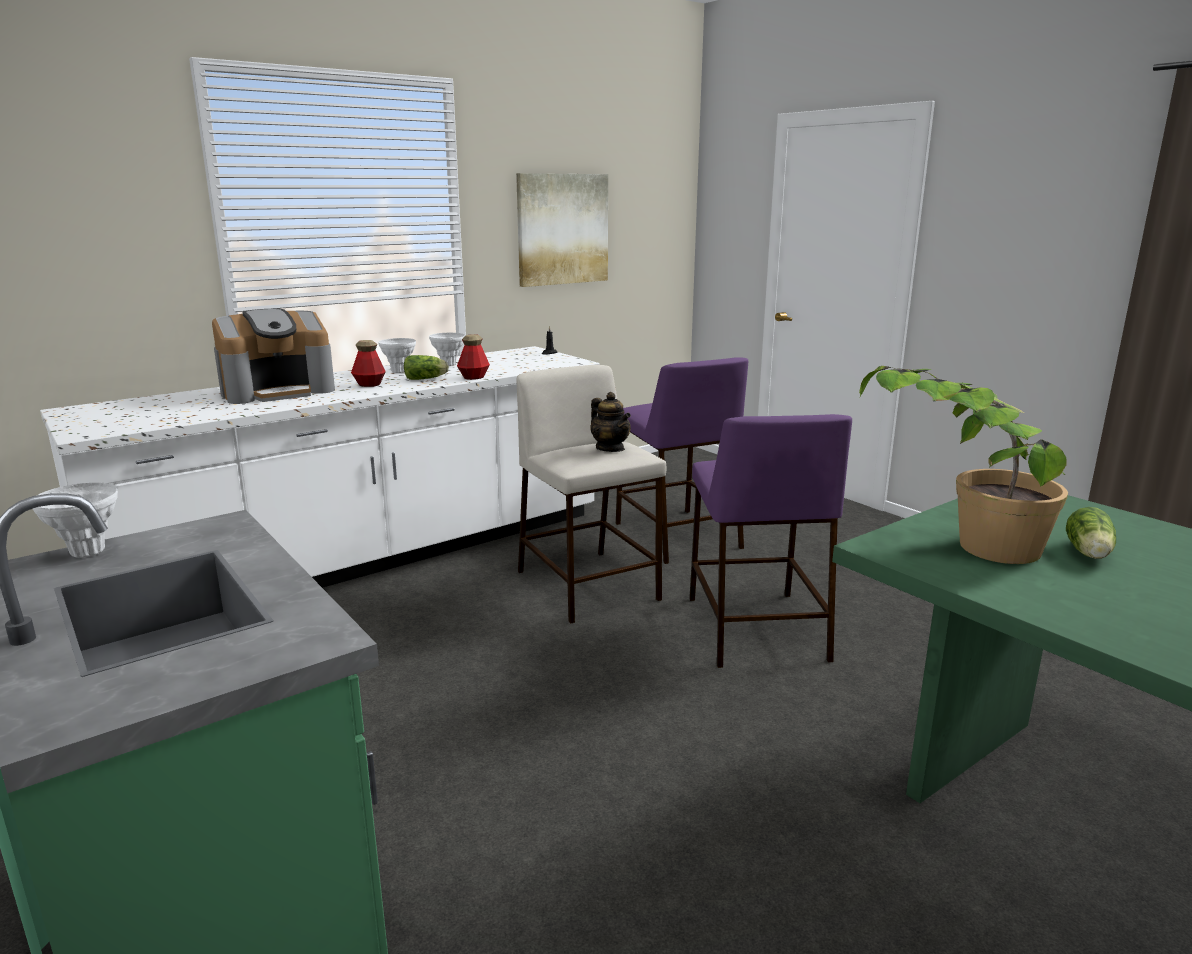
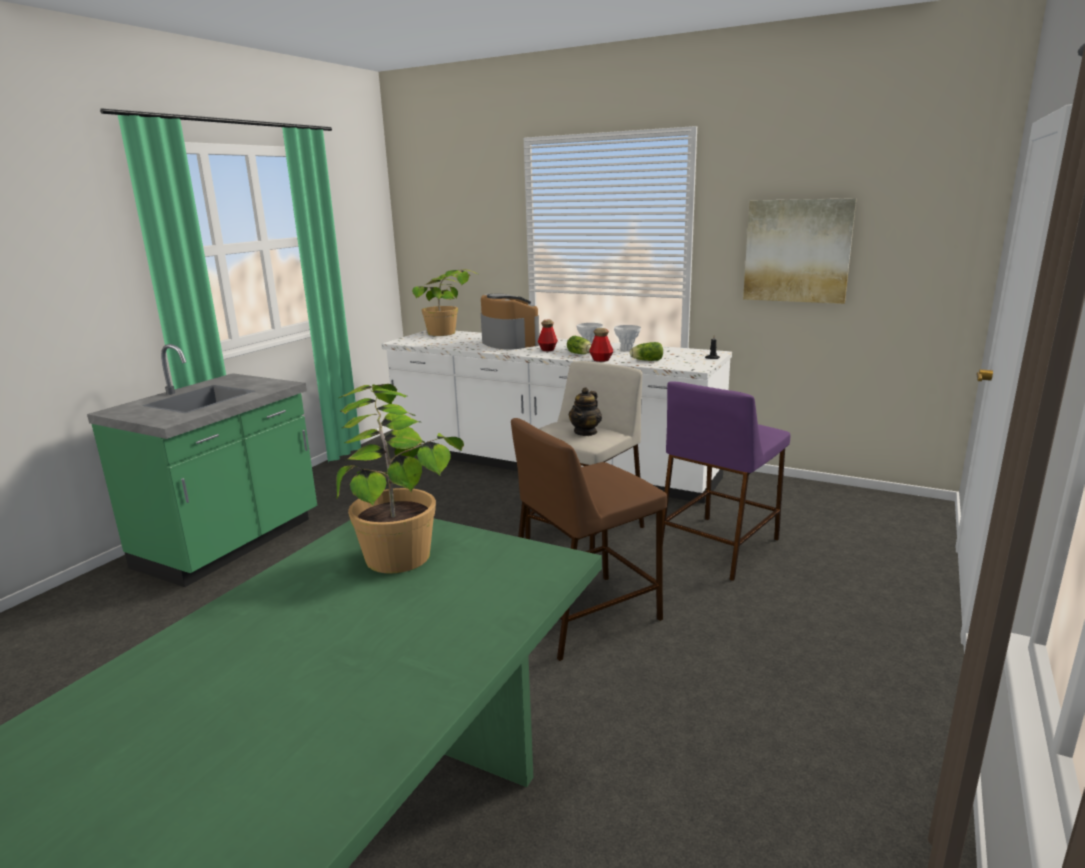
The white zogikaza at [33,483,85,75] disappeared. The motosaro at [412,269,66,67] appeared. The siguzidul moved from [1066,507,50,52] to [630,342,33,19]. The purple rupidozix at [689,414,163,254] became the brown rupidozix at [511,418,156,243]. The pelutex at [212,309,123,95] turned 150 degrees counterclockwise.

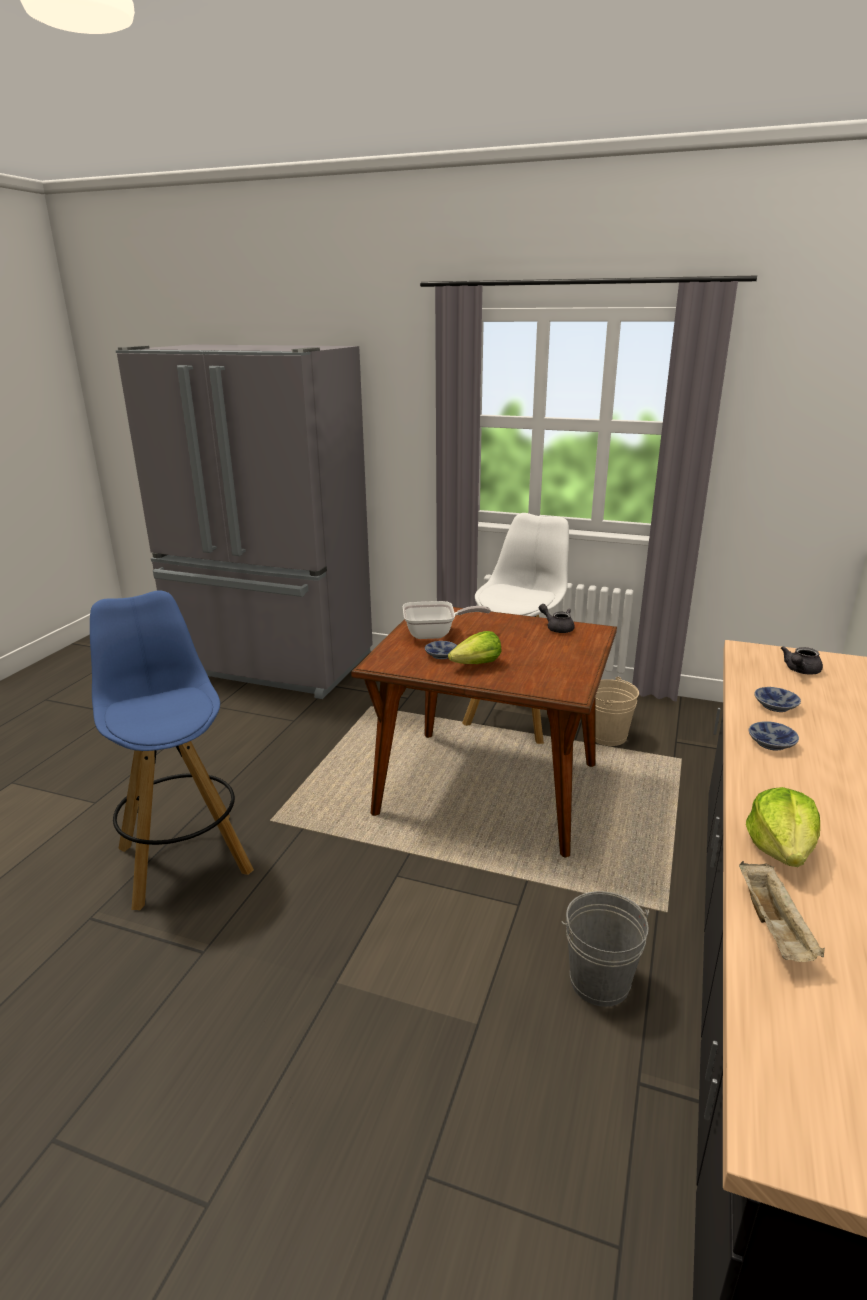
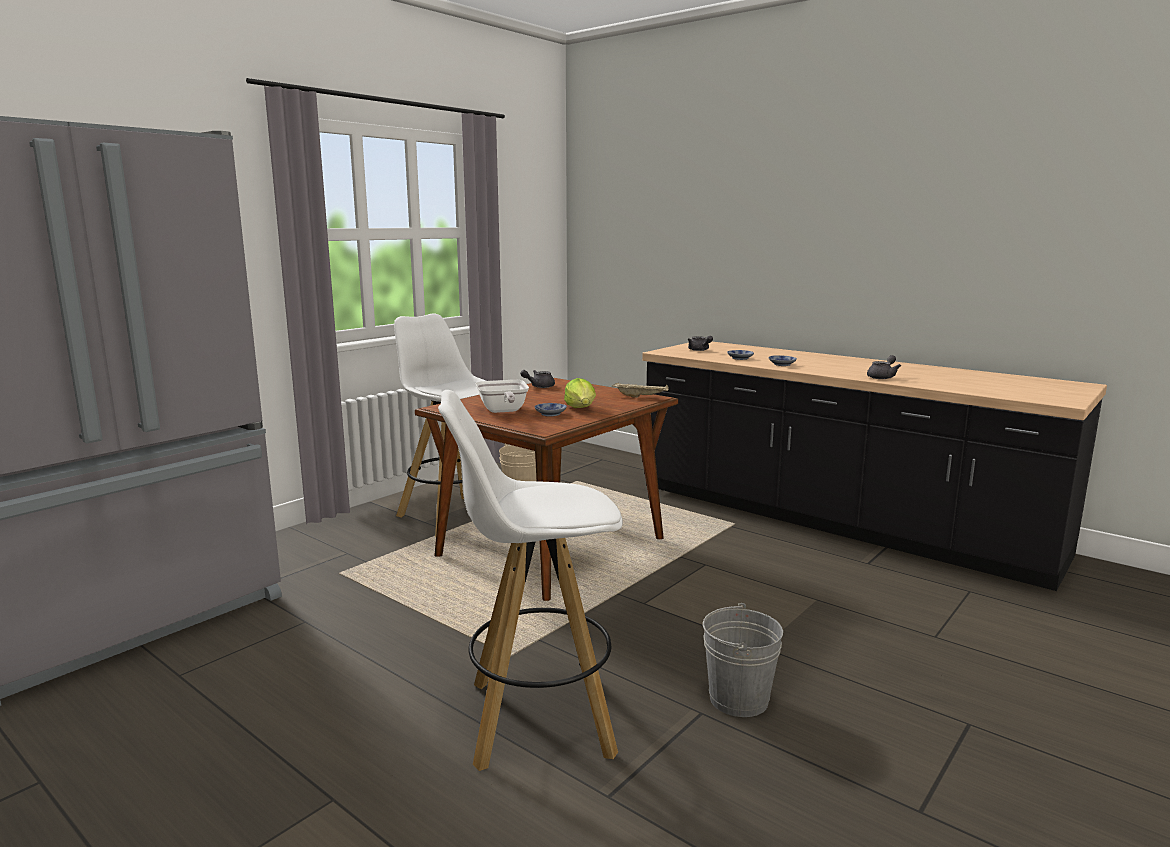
The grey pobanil moved from [561,891,88,116] to [703,603,80,114]. The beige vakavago moved from [739,861,86,101] to [612,383,57,15]. The siguzidul at [746,787,74,80] was replaced by the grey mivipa at [867,355,34,24]. The blue rupidozix at [90,590,164,320] became the white rupidozix at [438,390,185,381]. The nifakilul at [403,601,88,38] turned 150 degrees clockwise.

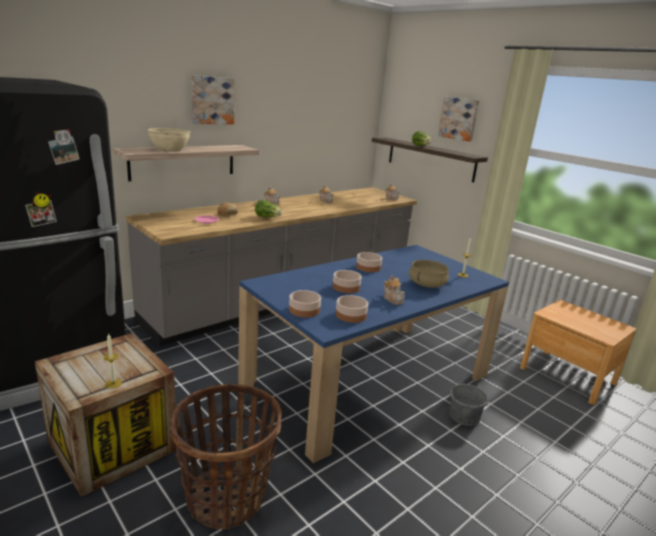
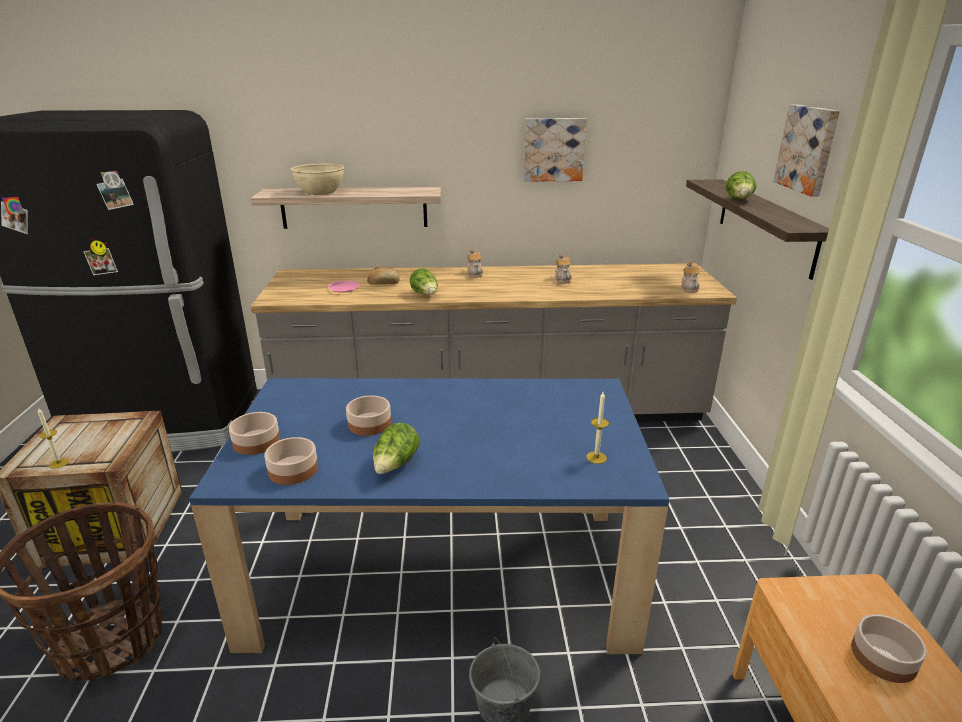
The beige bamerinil at [409,260,40,28] disappeared. The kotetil moved from [191,75,44,49] to [524,118,63,64]. The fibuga moved from [356,252,26,20] to [851,614,76,69]. The mivipa at [384,275,21,30] was replaced by the siguzidul at [373,423,47,51].

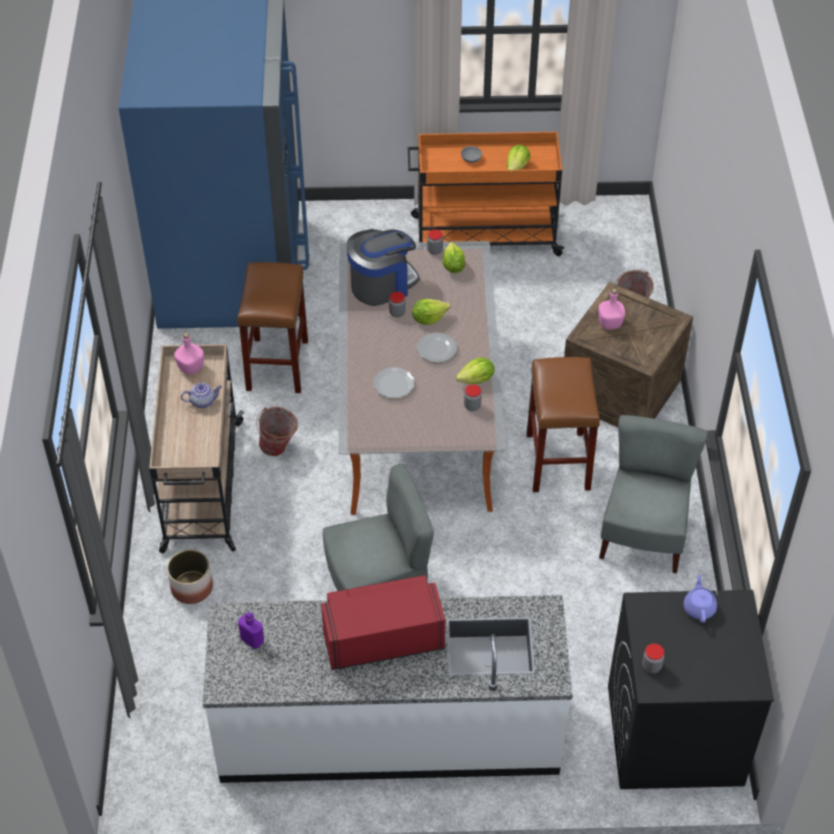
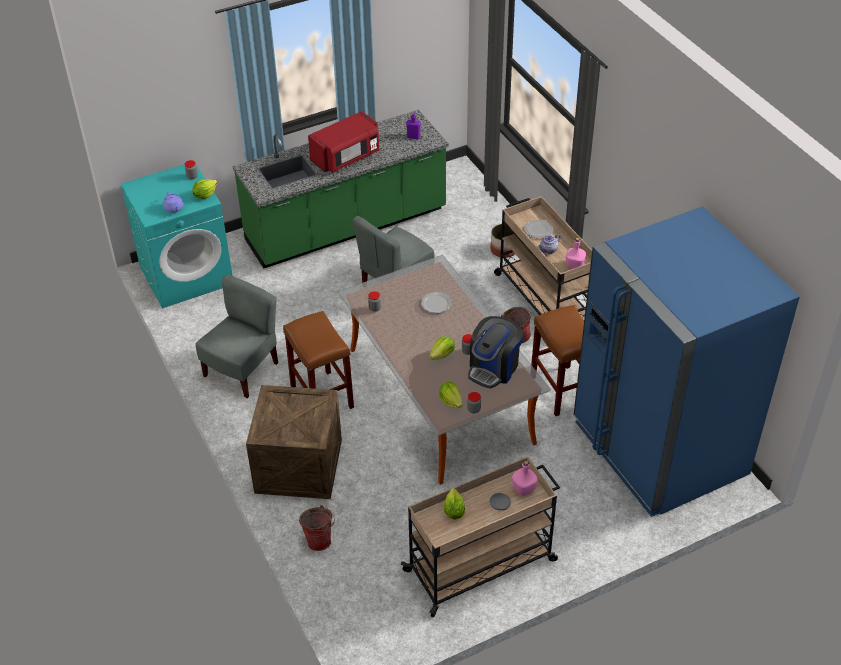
The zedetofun moved from [417,333,40,29] to [524,220,29,18]. The siguzidul moved from [456,357,39,27] to [192,179,25,20]. The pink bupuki moved from [598,289,27,40] to [512,461,25,35]. The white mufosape at [203,595,370,188] became the green mufosape at [233,110,216,159]. The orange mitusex at [408,132,157,124] became the beige mitusex at [401,456,159,161]. The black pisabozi at [608,590,166,199] became the turquoise pisabozi at [121,164,112,145]. The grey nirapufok at [599,415,109,158] turned 135 degrees counterclockwise.

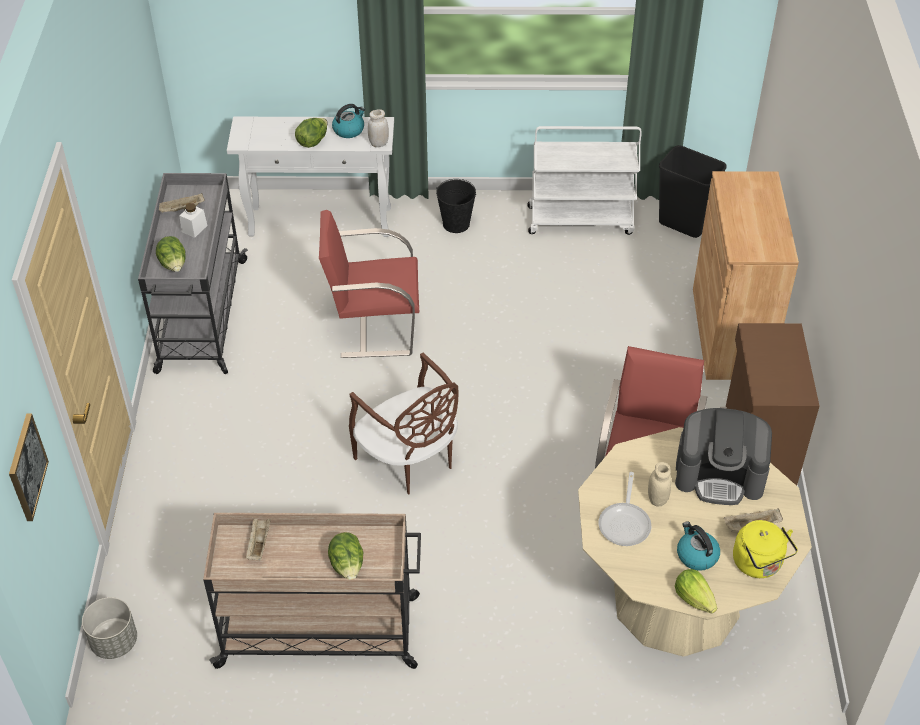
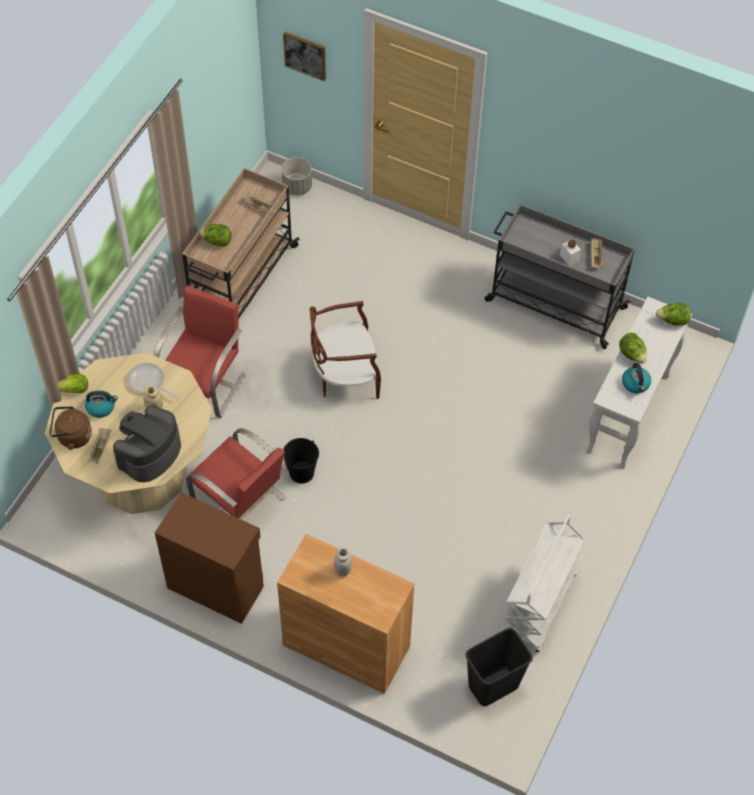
The siguzidul moved from [156,236,30,36] to [656,303,35,23]. The red nirapufok moved from [319,210,100,148] to [154,285,92,133]. The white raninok moved from [368,109,21,38] to [334,546,18,31]. The black pobanil moved from [436,179,40,54] to [283,438,36,46]. The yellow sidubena at [733,520,65,58] became the brown sidubena at [50,406,42,44].

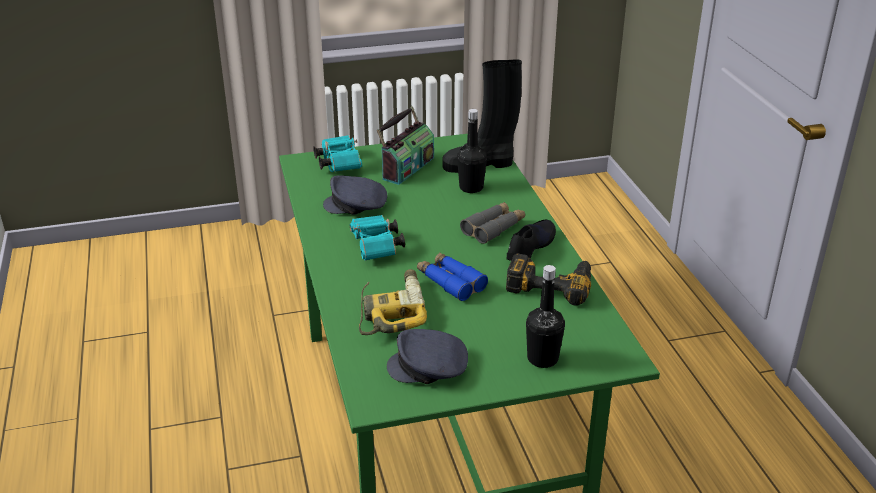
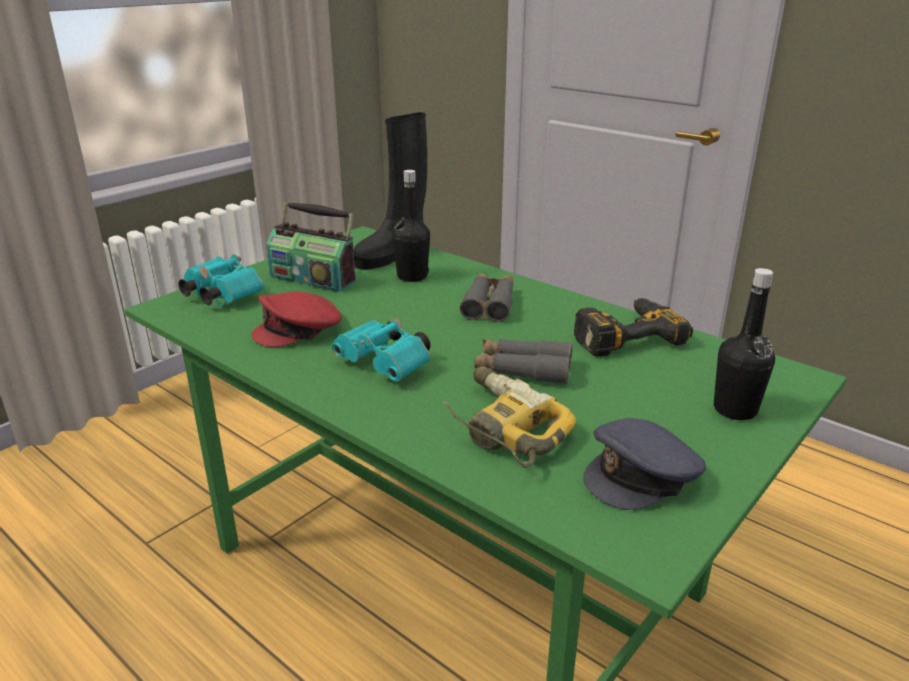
The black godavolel at [507,220,49,41] disappeared. The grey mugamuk at [323,175,64,40] became the red mugamuk at [251,292,91,55]. The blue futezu at [417,252,71,49] became the grey futezu at [474,339,98,46]. The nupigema at [377,107,57,78] turned 120 degrees clockwise.

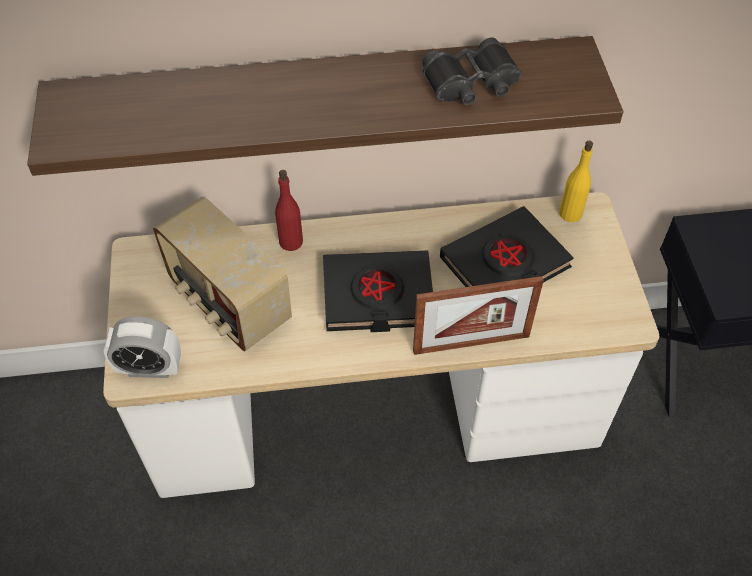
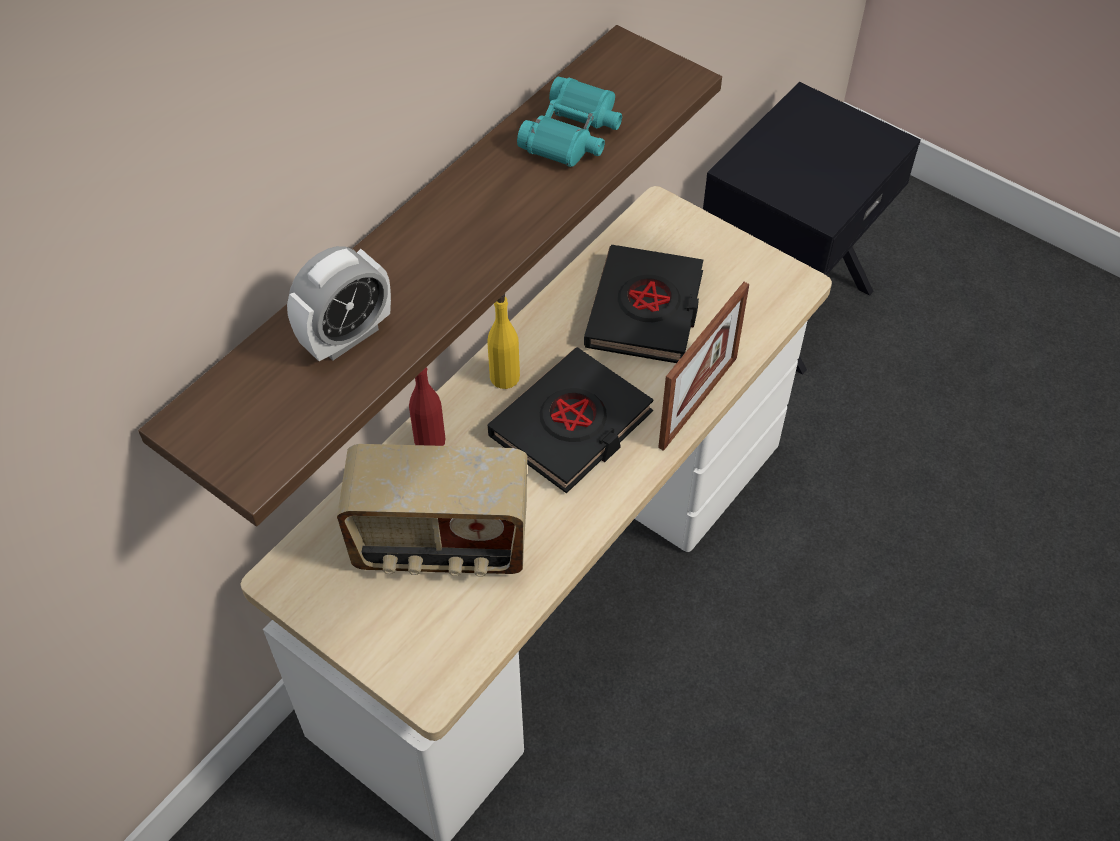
The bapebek moved from [104,316,77,62] to [287,246,104,115]. The yellow bupuki moved from [559,141,34,81] to [487,294,33,95]. The black futezu at [422,37,100,68] became the turquoise futezu at [517,77,105,90].

